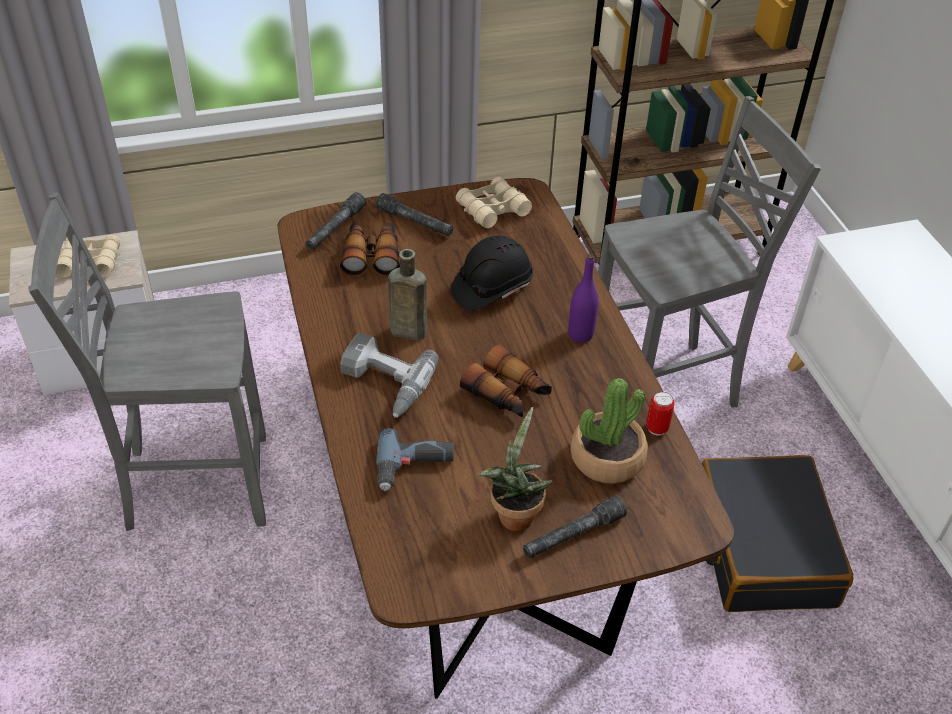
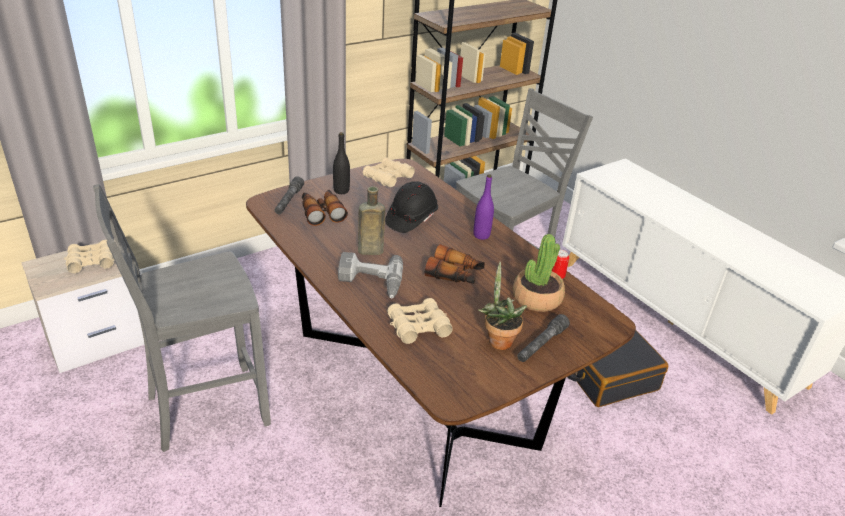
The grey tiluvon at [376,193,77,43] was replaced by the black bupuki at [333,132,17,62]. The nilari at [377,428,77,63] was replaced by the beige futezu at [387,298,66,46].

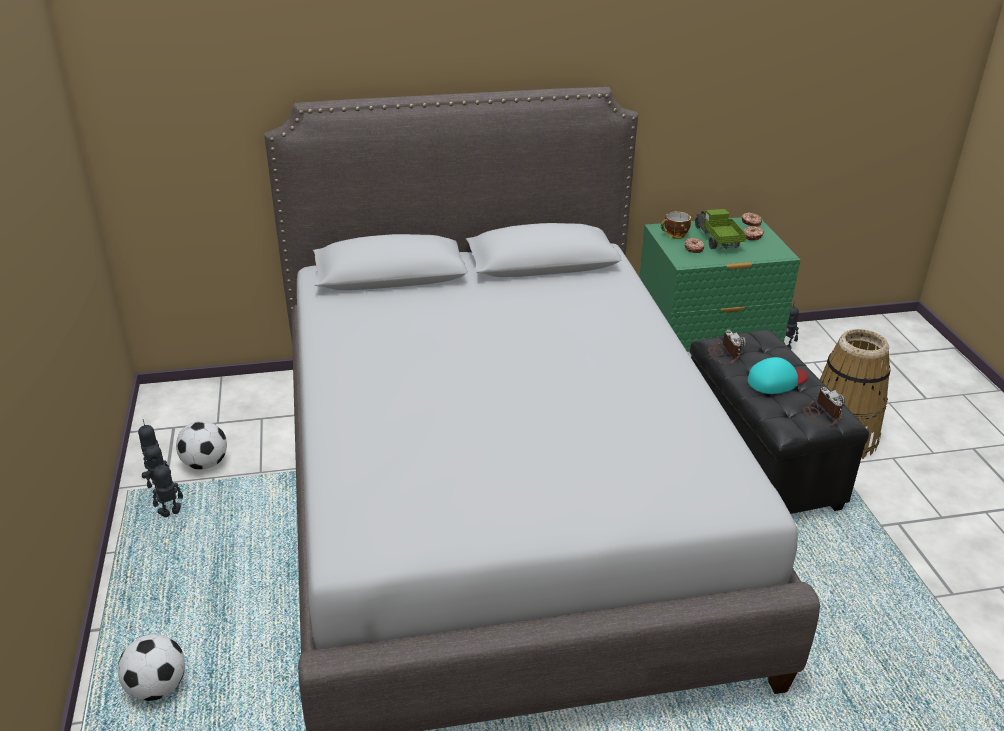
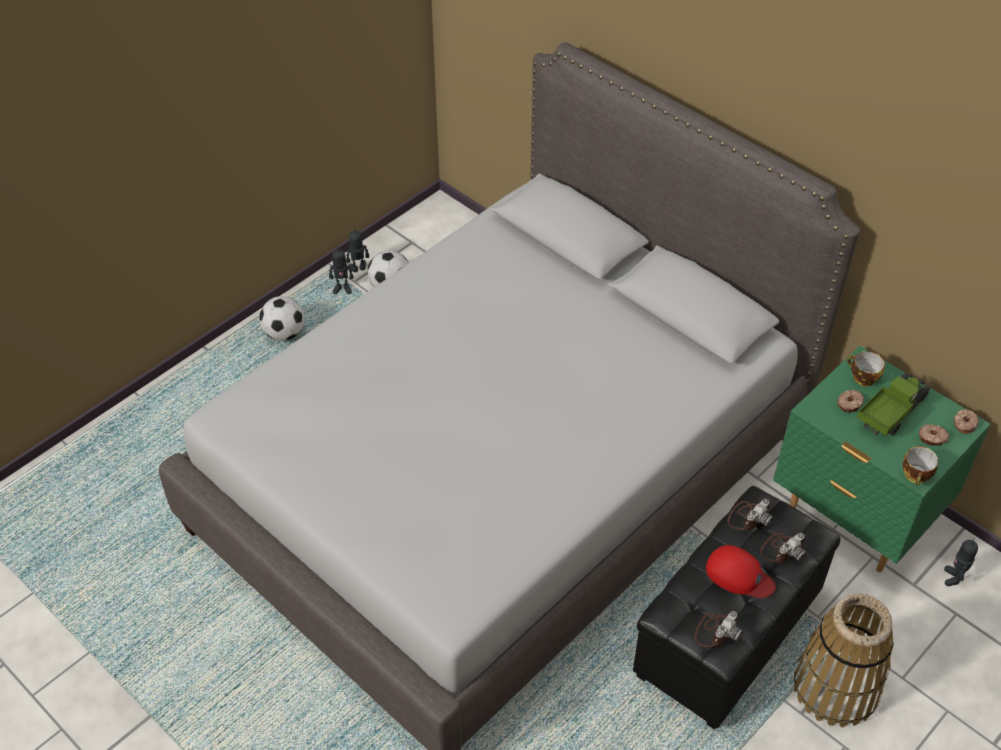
The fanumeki at [153,459,30,58] disappeared. The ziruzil at [760,533,47,31] appeared. The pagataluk at [902,446,37,39] appeared. The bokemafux moved from [118,634,67,67] to [259,296,46,45]. The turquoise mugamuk at [748,357,60,37] became the red mugamuk at [706,545,70,53].

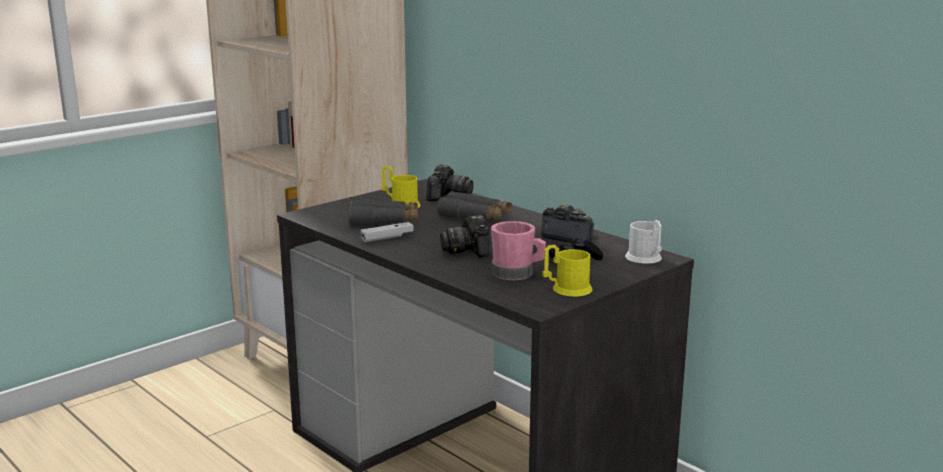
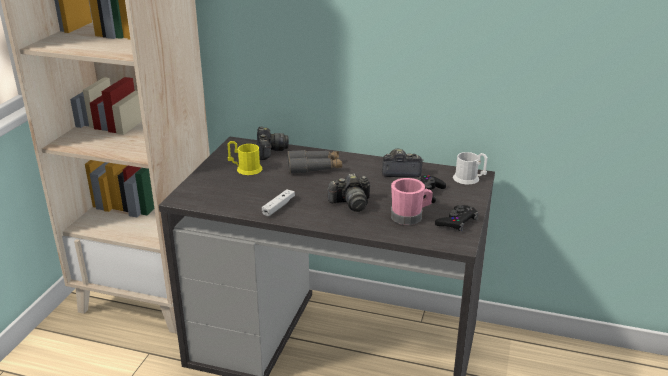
The grey futezu at [349,199,69,27] disappeared. The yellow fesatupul at [542,245,51,51] was replaced by the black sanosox at [435,205,44,27]. The ziruzil at [440,215,51,43] turned 60 degrees counterclockwise.

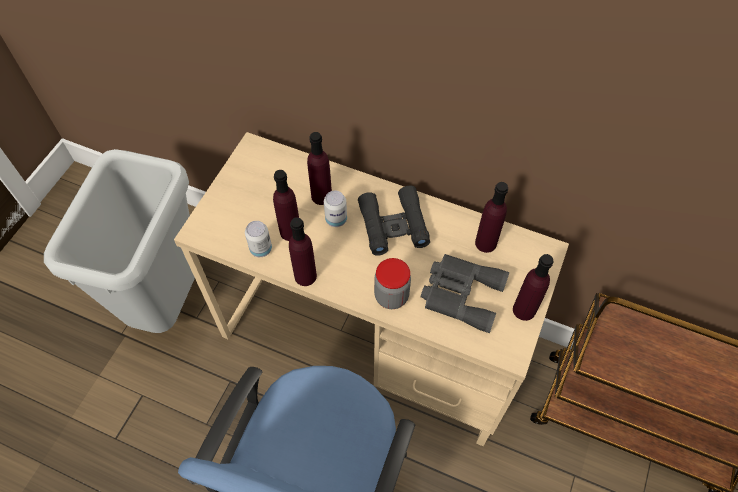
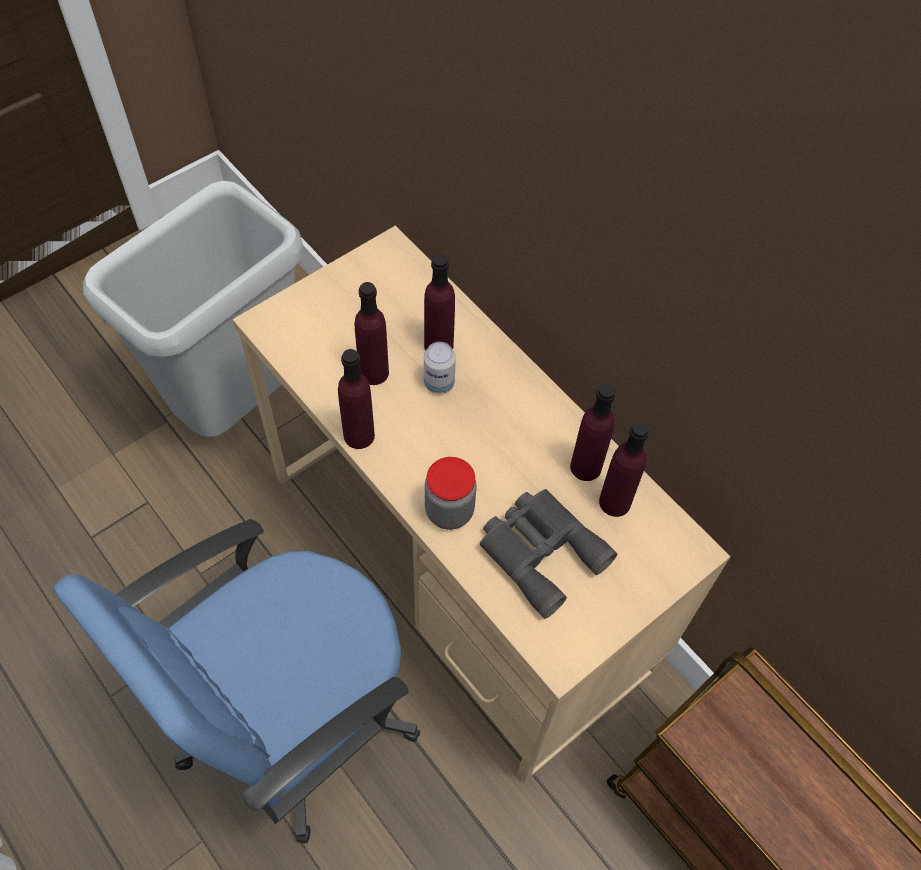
The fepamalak at [245,221,27,36] disappeared. The black futezu at [358,186,72,70] disappeared. The purple bupuki moved from [513,254,40,67] to [570,383,46,98].

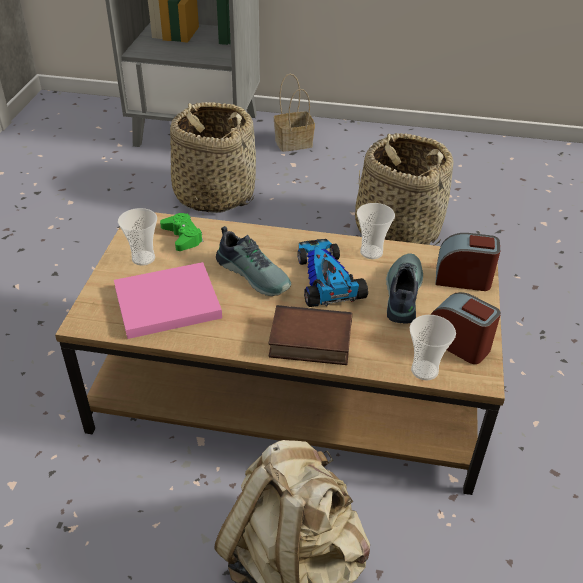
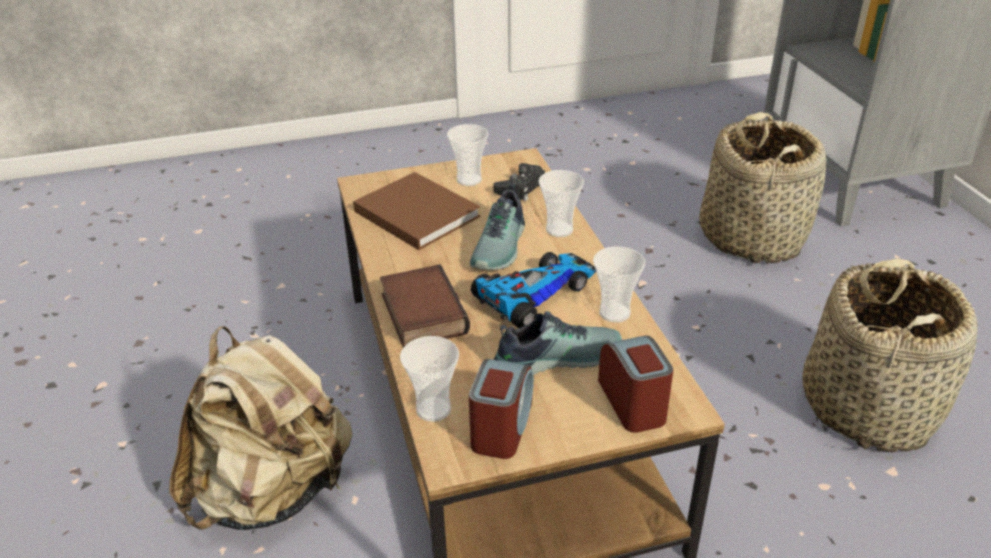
The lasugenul at [274,74,41,78] disappeared. The pagataluk at [539,170,45,67] appeared. The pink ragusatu at [114,262,108,77] became the brown ragusatu at [353,172,128,78]. The green sanosox at [160,213,43,38] became the black sanosox at [493,163,52,38].

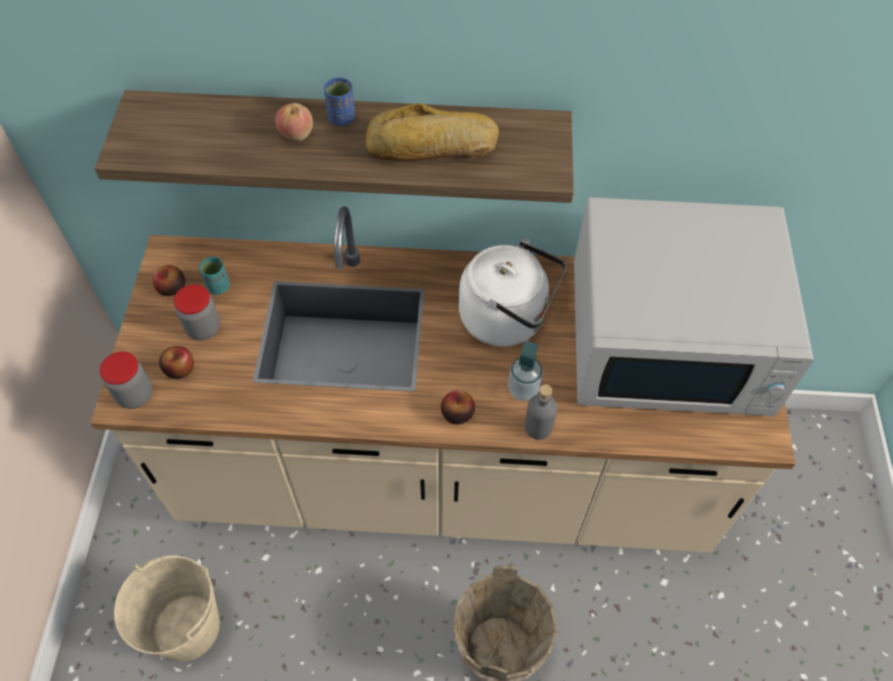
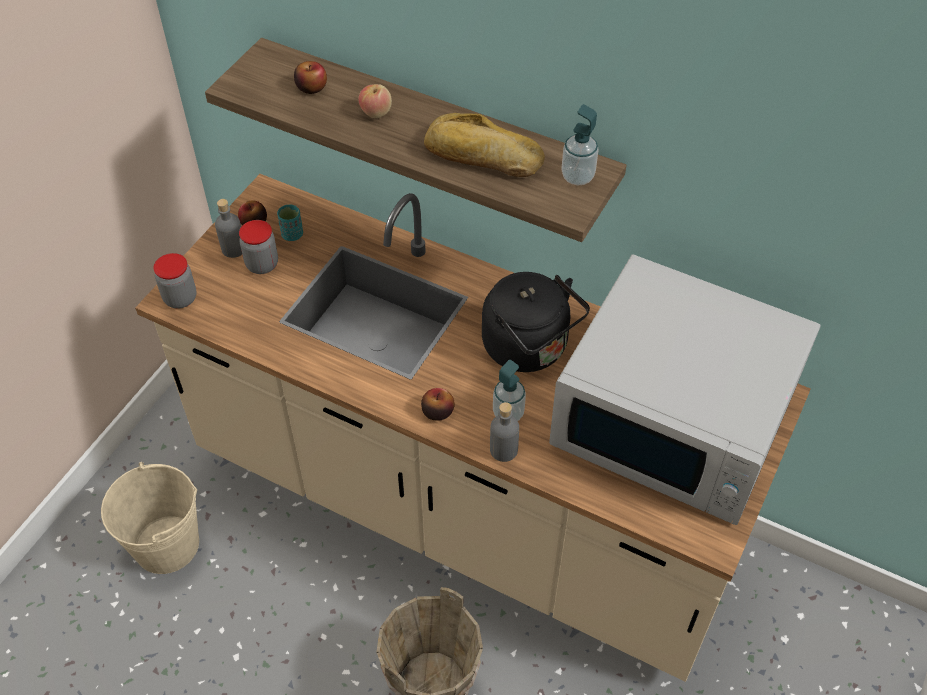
The blue pagataluk at [324,78,31,48] disappeared. The grey bupuki at [215,199,27,59] appeared. The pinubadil at [561,104,38,81] appeared. The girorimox moved from [159,346,35,33] to [294,61,33,33]. The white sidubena at [459,239,107,108] became the black sidubena at [482,272,108,100].

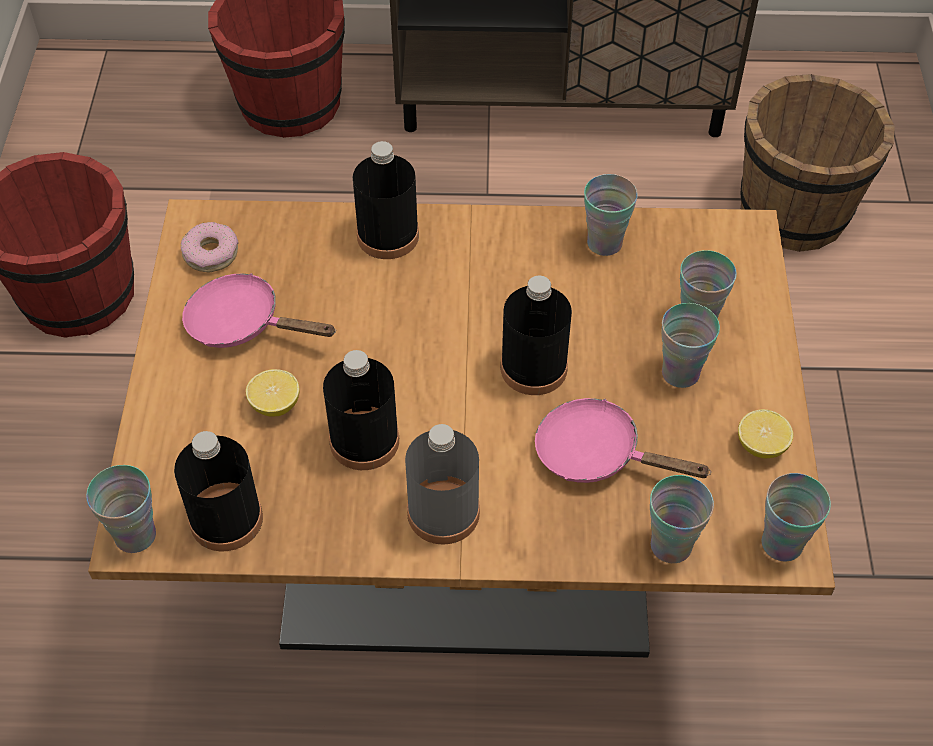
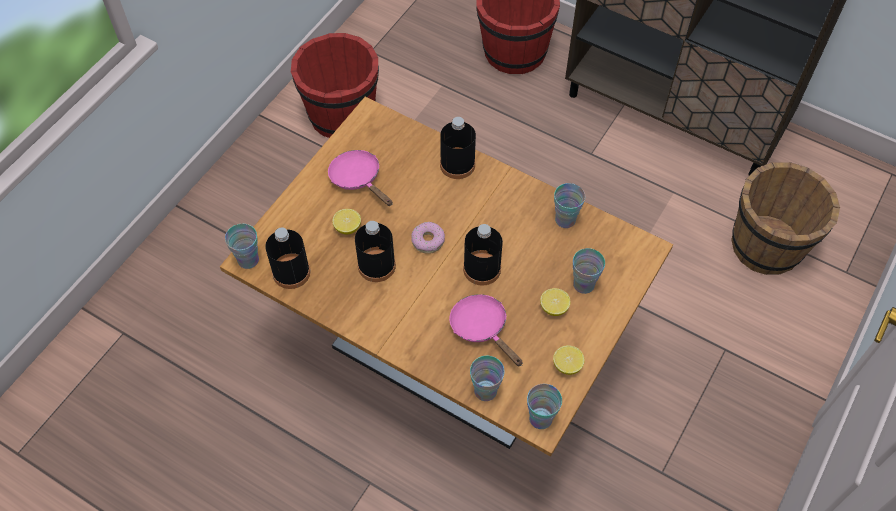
The grey bupuki at [405,424,75,121] disappeared. The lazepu moved from [181,222,58,50] to [411,222,34,32]. The pagataluk at [662,303,58,85] was replaced by the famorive at [540,288,30,28].

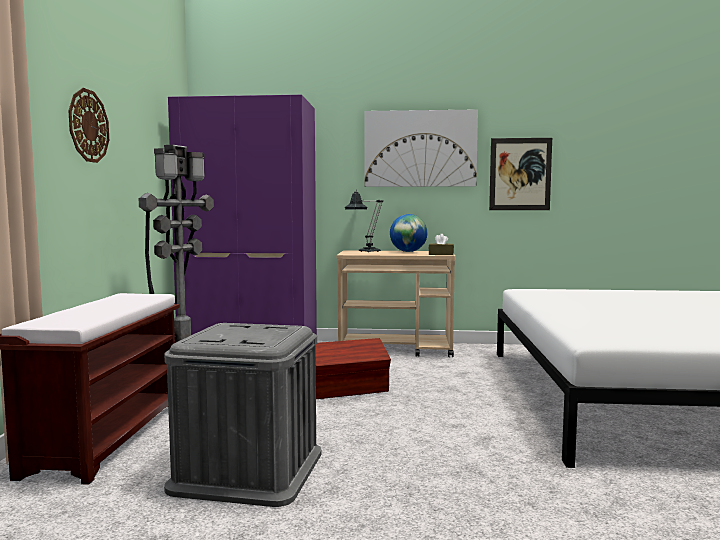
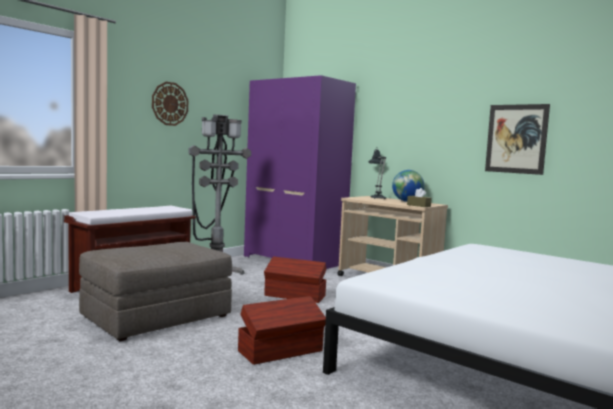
The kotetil at [365,109,113,78] disappeared. The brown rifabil at [238,296,88,69] appeared. The grey rifabil at [164,323,158,184] was replaced by the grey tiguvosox at [79,242,153,99].

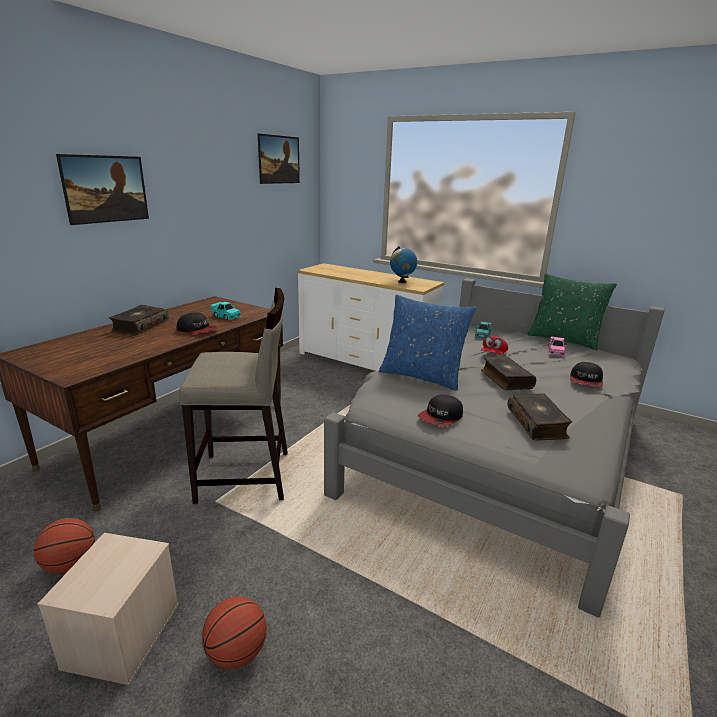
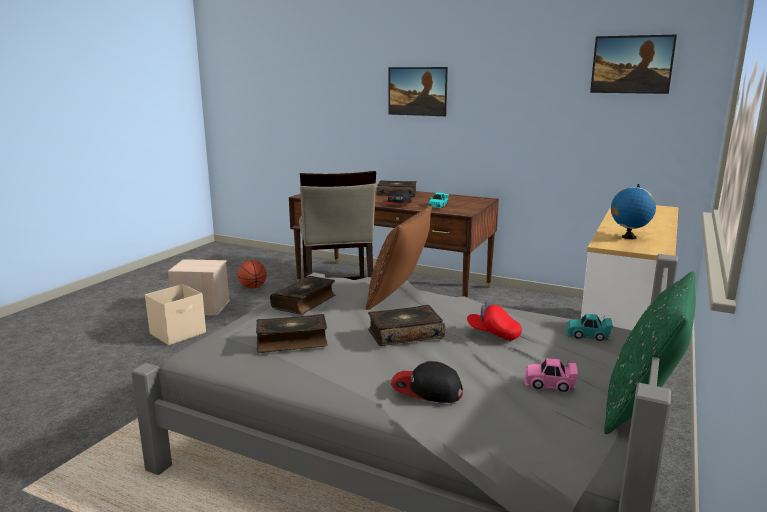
The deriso at [202,596,65,73] was replaced by the beige rifabil at [145,284,61,61]. The mugamuk at [418,394,45,32] was replaced by the ragusatu at [270,276,65,39]. The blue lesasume at [379,295,97,95] became the brown lesasume at [365,206,67,104].

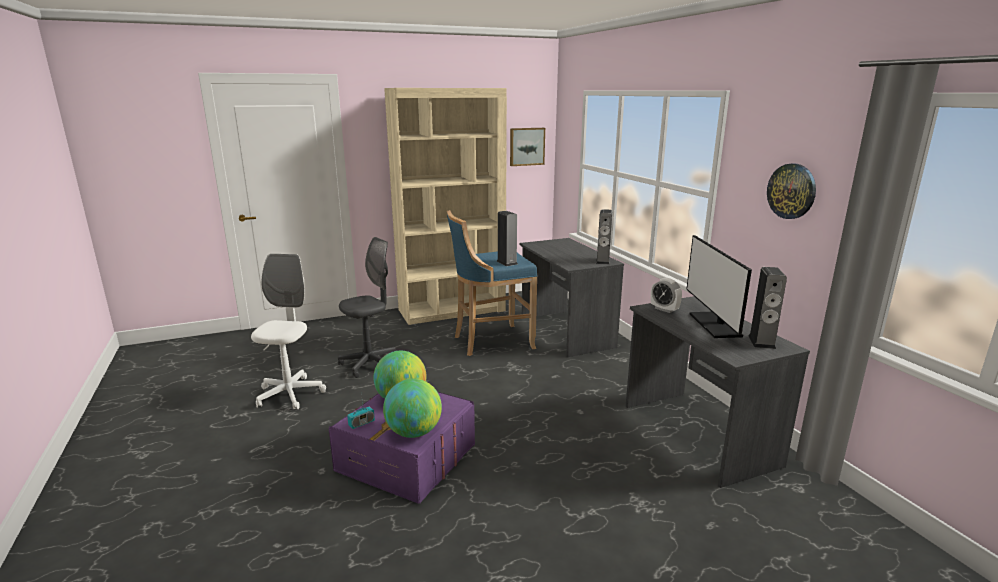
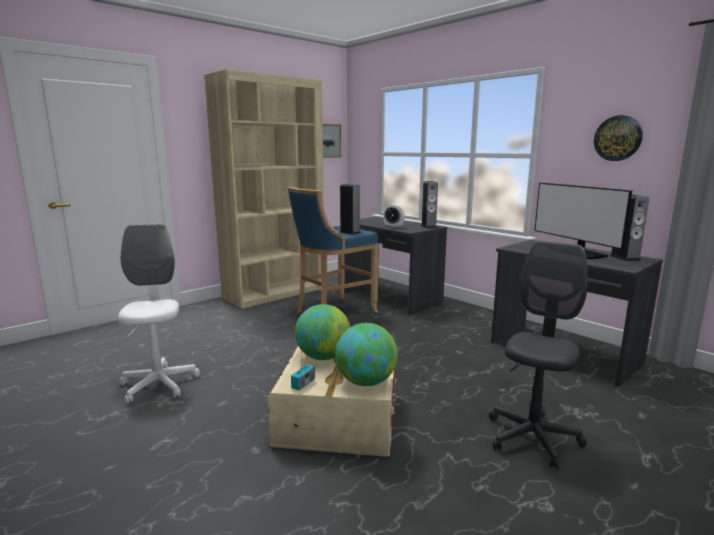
The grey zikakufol moved from [338,237,59,141] to [489,241,99,227]. The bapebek moved from [651,278,31,35] to [383,204,22,24]. The purple rifabil at [329,392,146,112] became the beige rifabil at [268,346,128,111].

